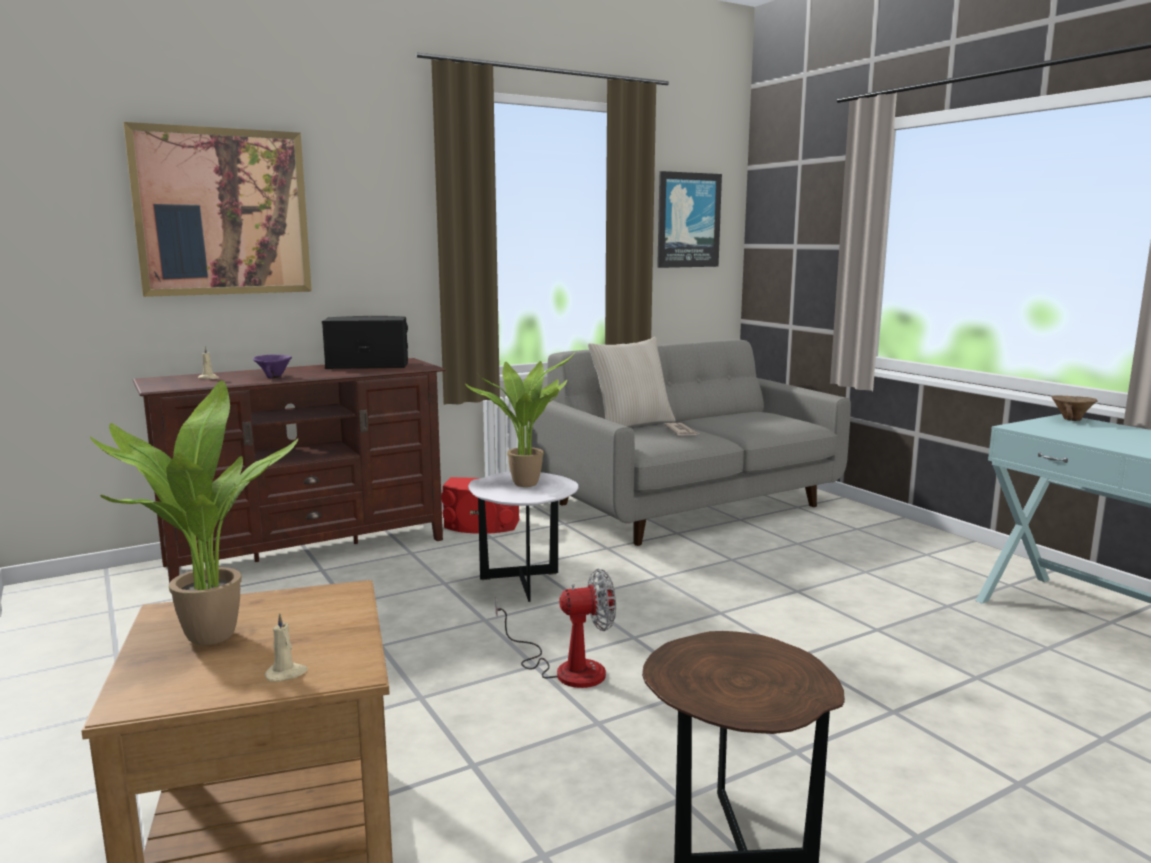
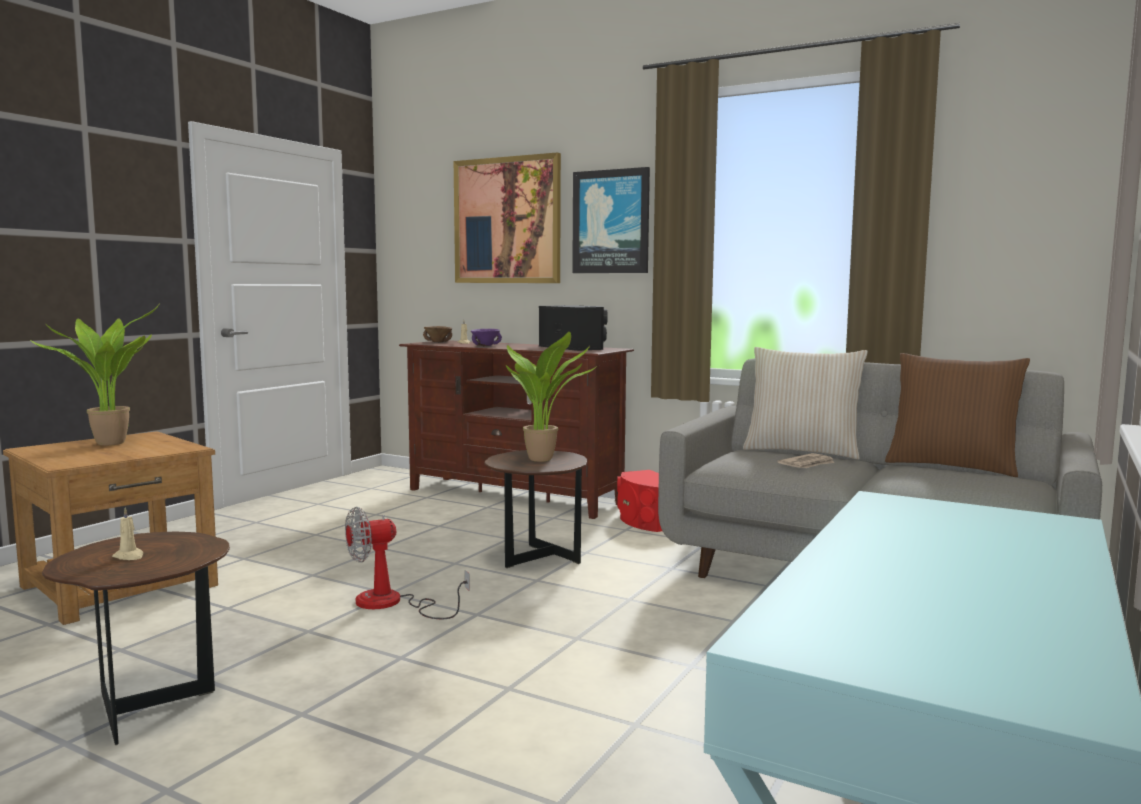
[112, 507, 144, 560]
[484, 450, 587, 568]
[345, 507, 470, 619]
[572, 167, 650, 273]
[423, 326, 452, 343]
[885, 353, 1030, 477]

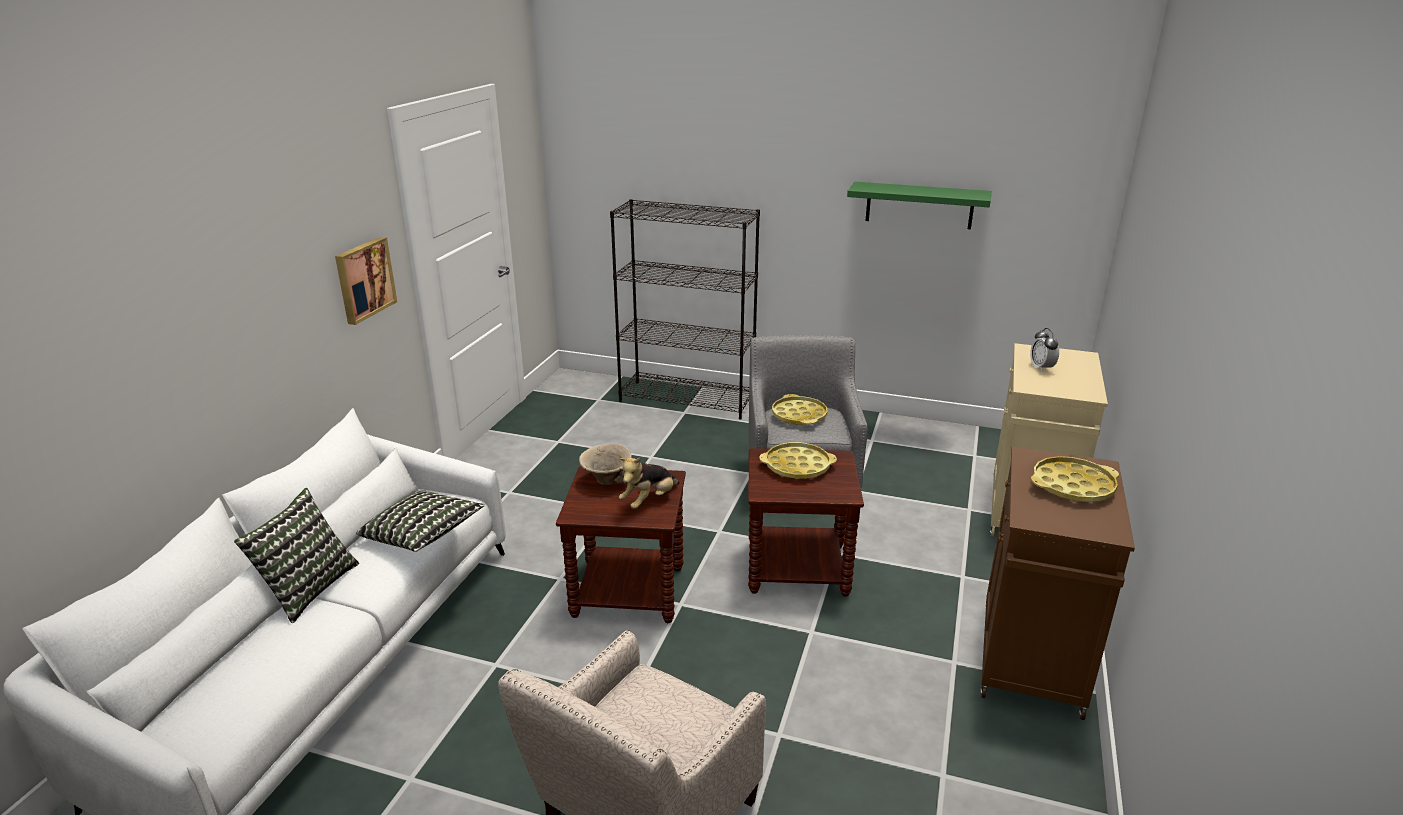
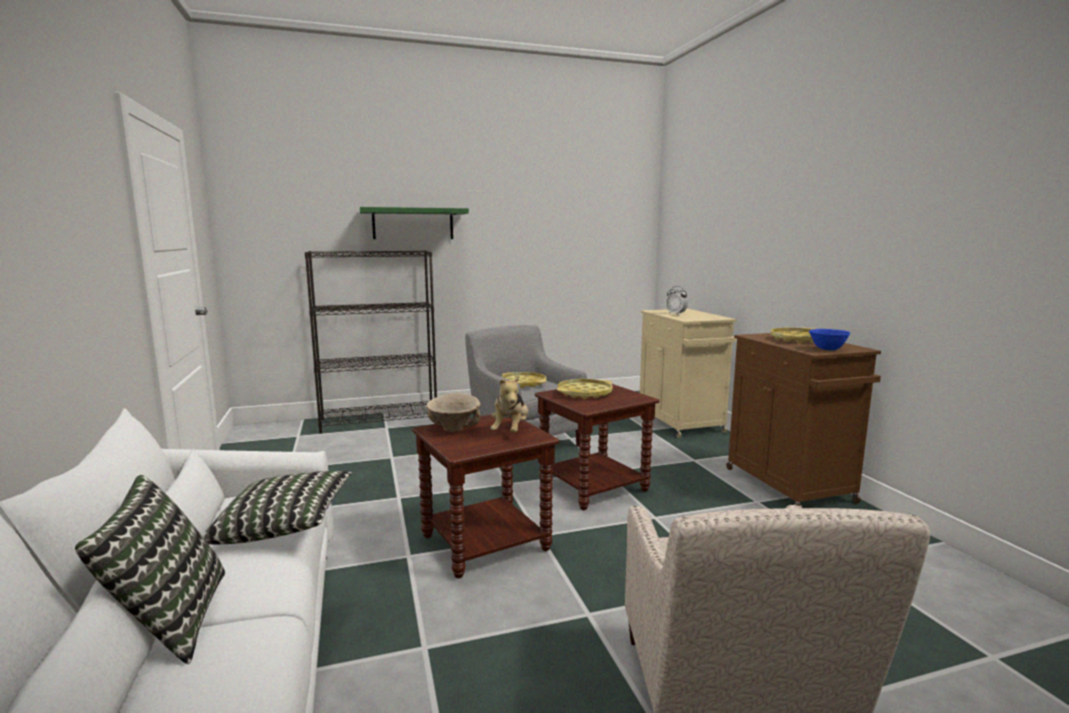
[335, 237, 397, 325] (first image)
[360, 207, 469, 239]
[809, 329, 850, 351]

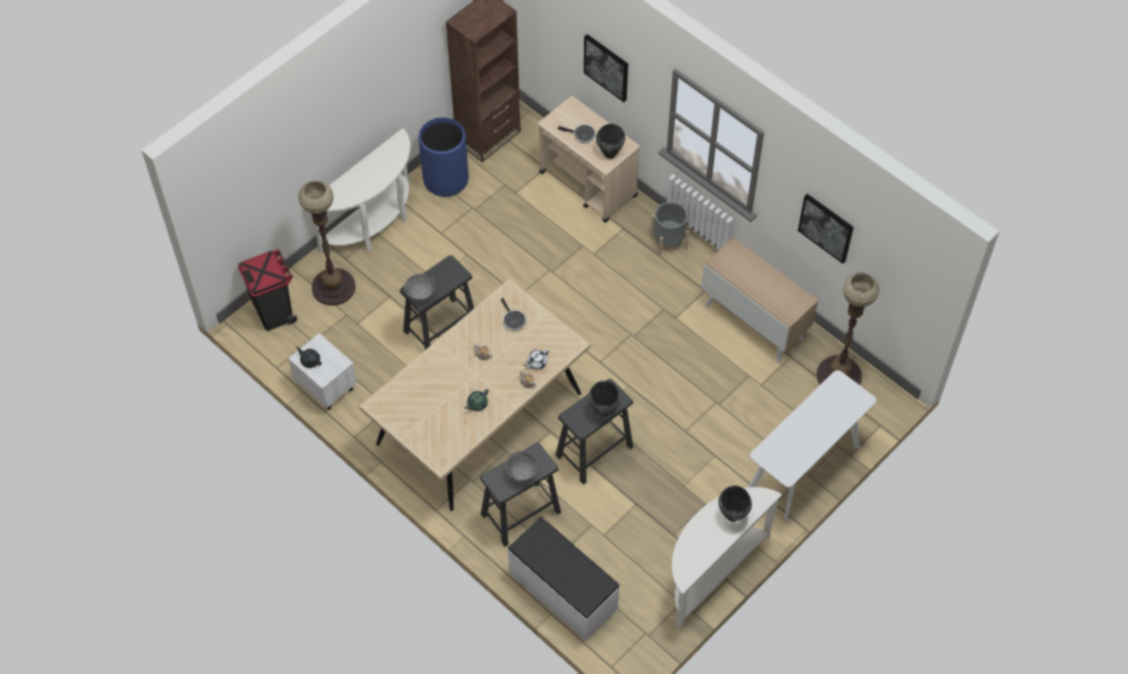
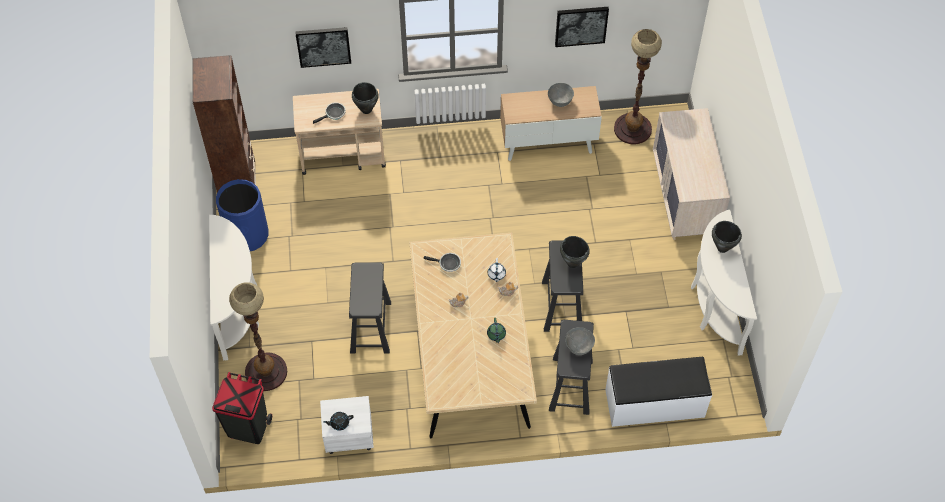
[548, 83, 574, 107]
[651, 202, 689, 256] (first image)
[653, 108, 730, 240]

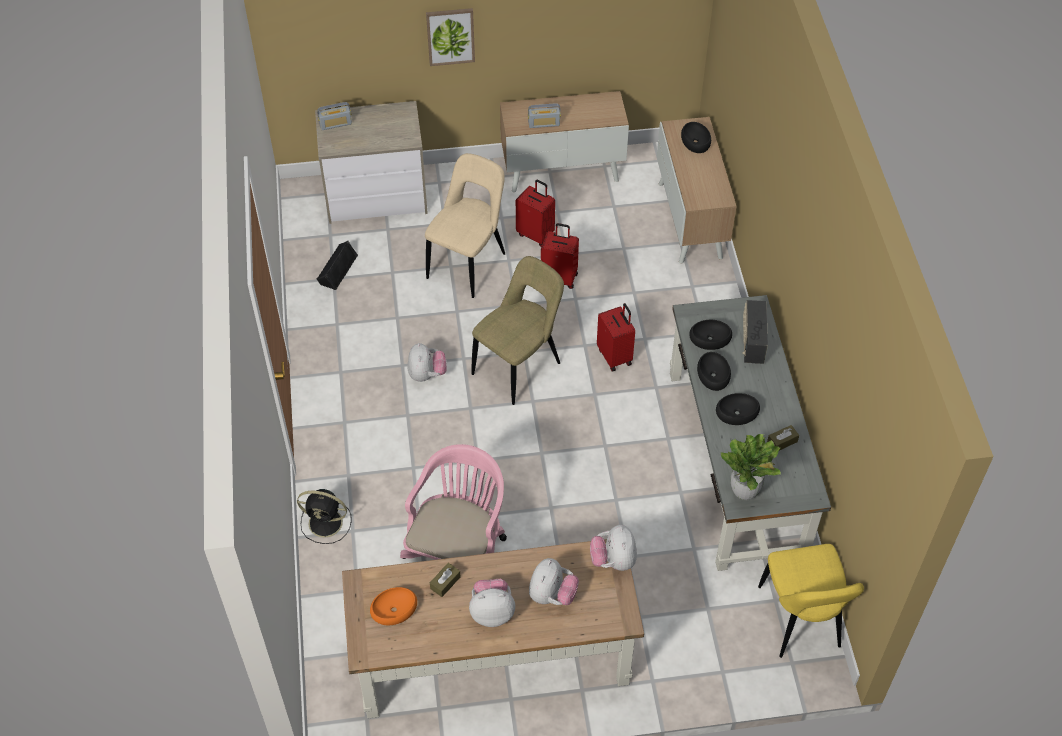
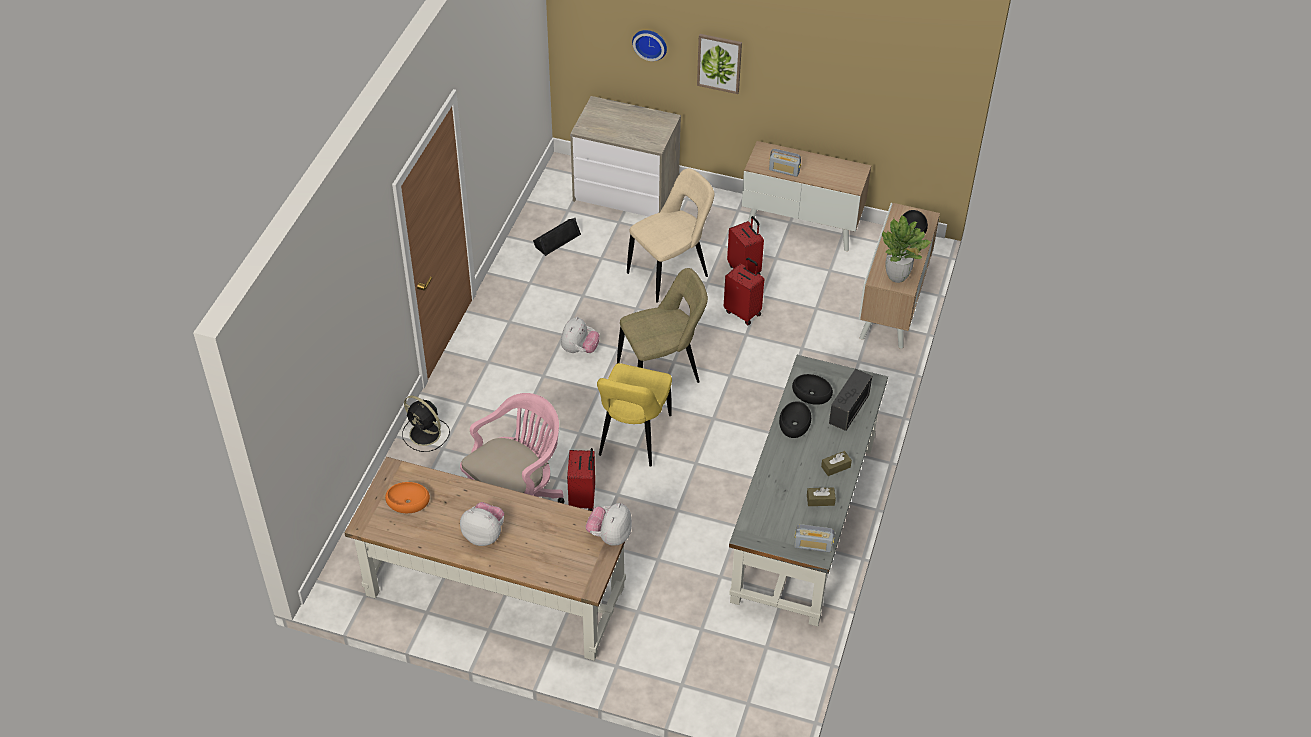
[794, 524, 834, 552]
[821, 451, 852, 476]
[529, 558, 579, 605] (first image)
[567, 448, 595, 511]
[716, 393, 760, 425] (first image)
[882, 215, 931, 283]
[597, 363, 672, 467]
[632, 30, 667, 61]

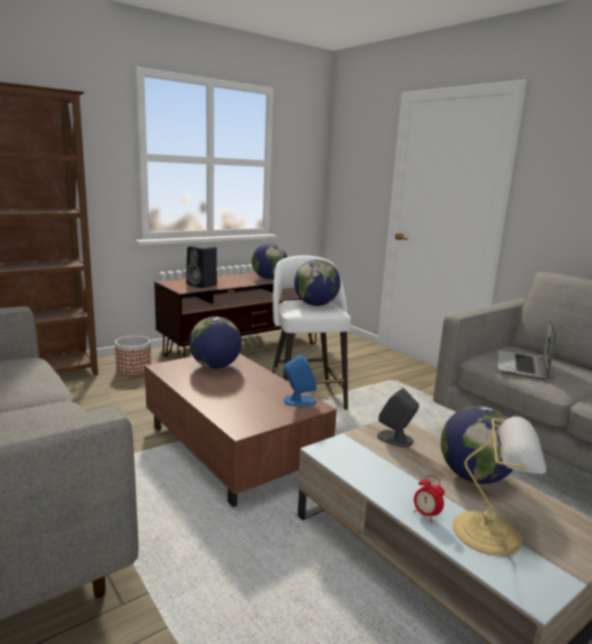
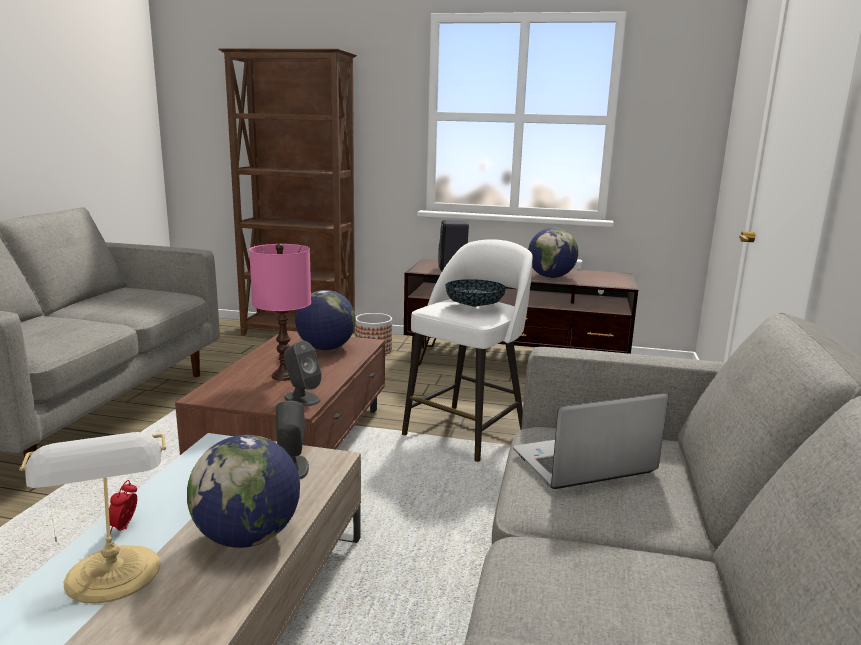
[284, 340, 322, 407]
[446, 279, 506, 307]
[249, 243, 311, 381]

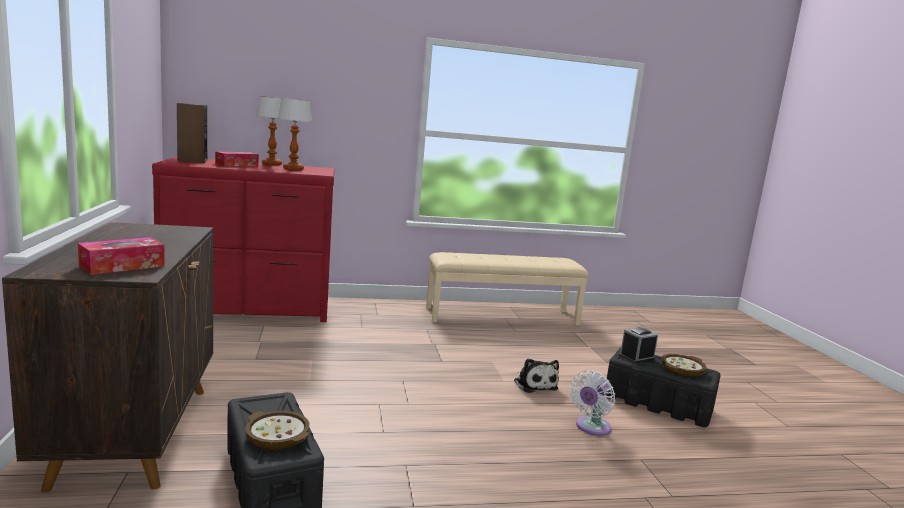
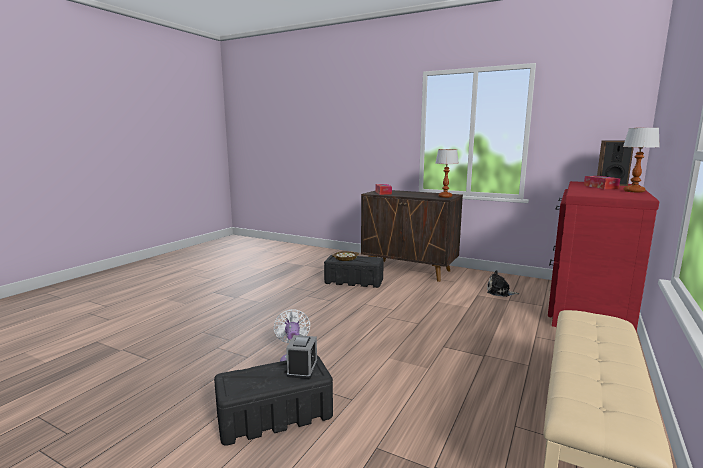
[436, 149, 459, 198]
[487, 270, 519, 297]
[662, 354, 707, 377] (first image)

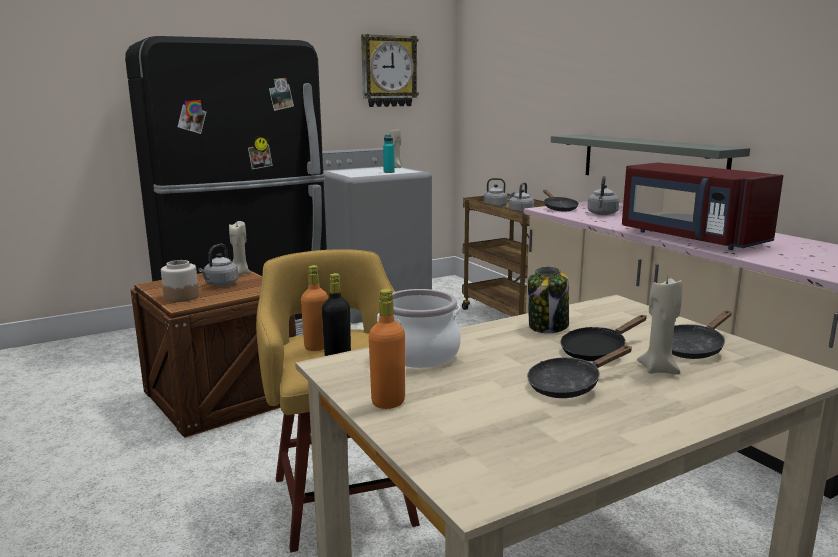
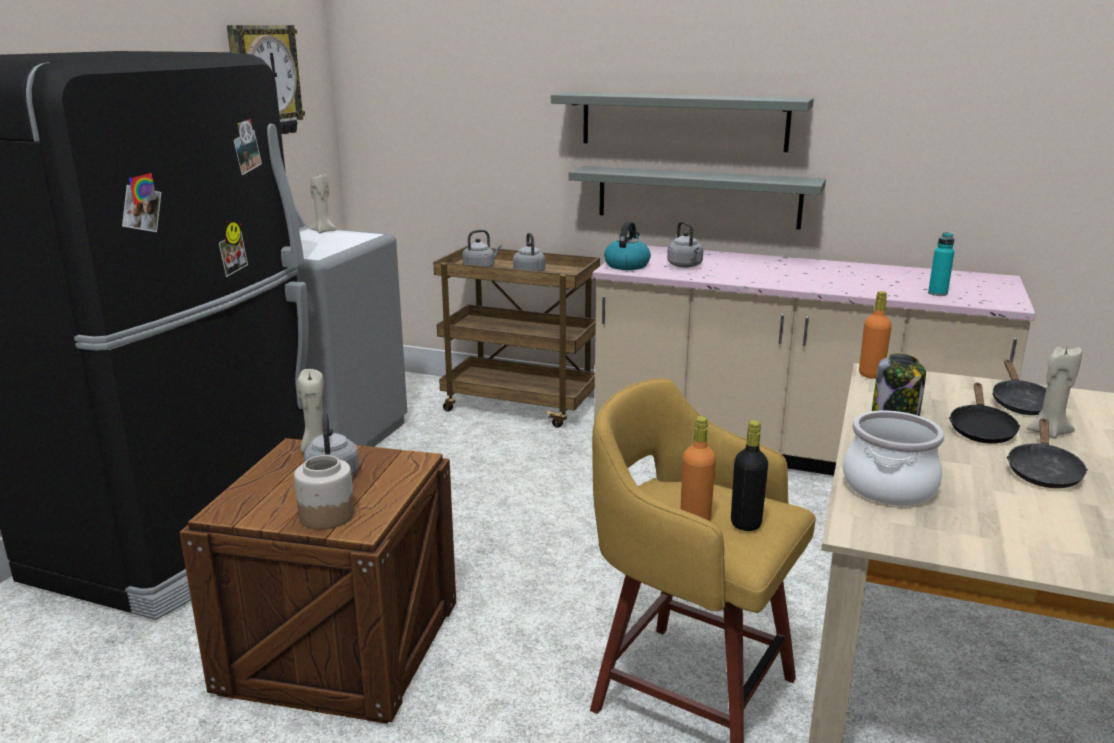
[859, 291, 892, 379]
[928, 232, 954, 296]
[604, 221, 651, 270]
[622, 162, 783, 250] (first image)
[551, 92, 814, 152]

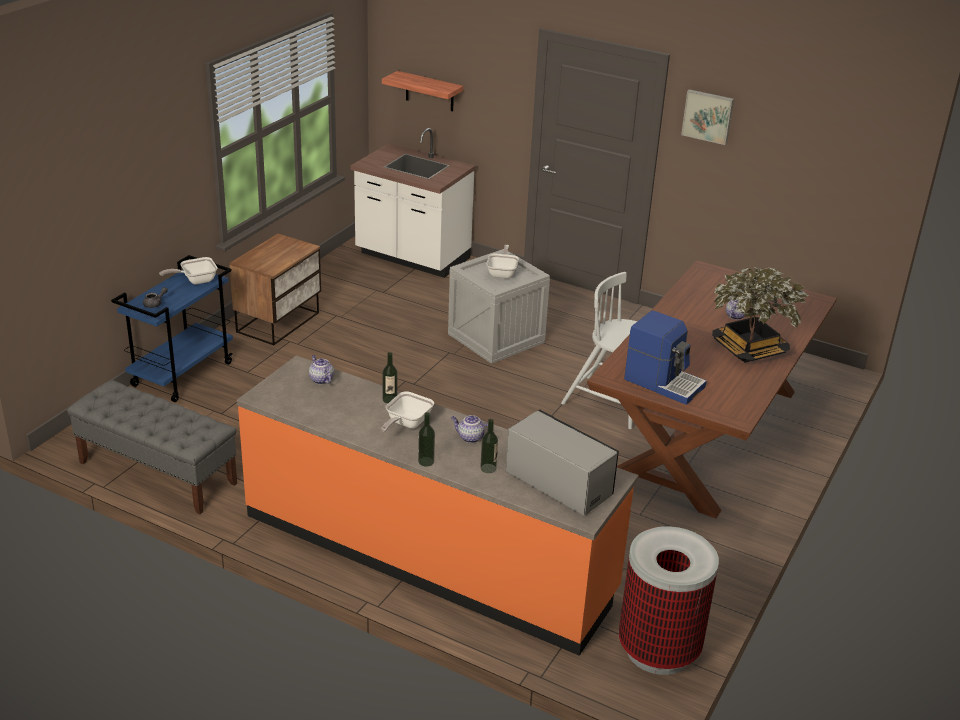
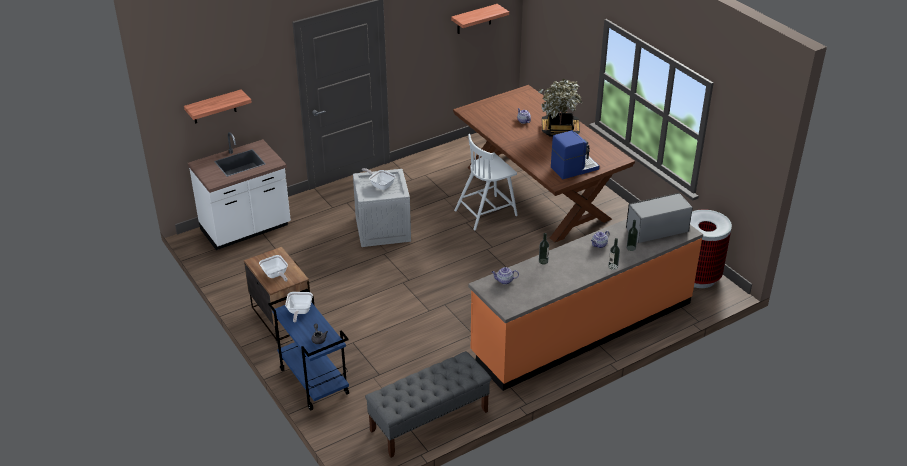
[259, 255, 288, 282]
[681, 89, 734, 145] (first image)
[451, 4, 509, 34]

